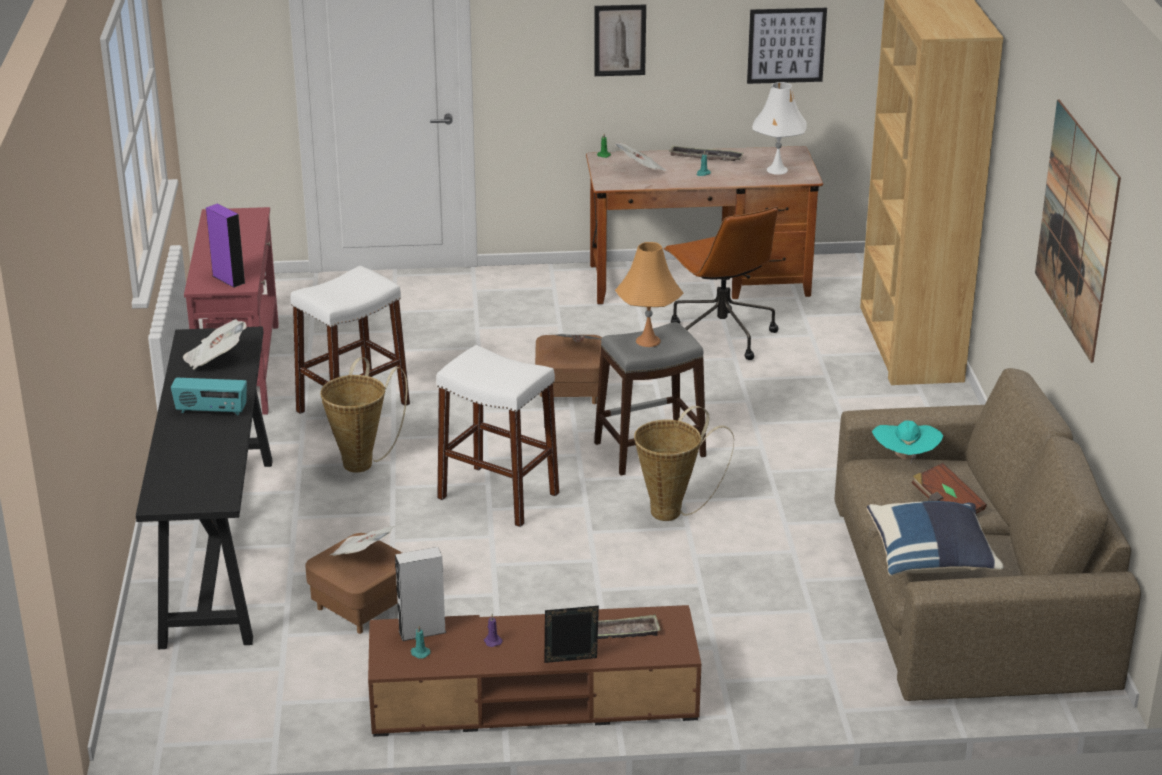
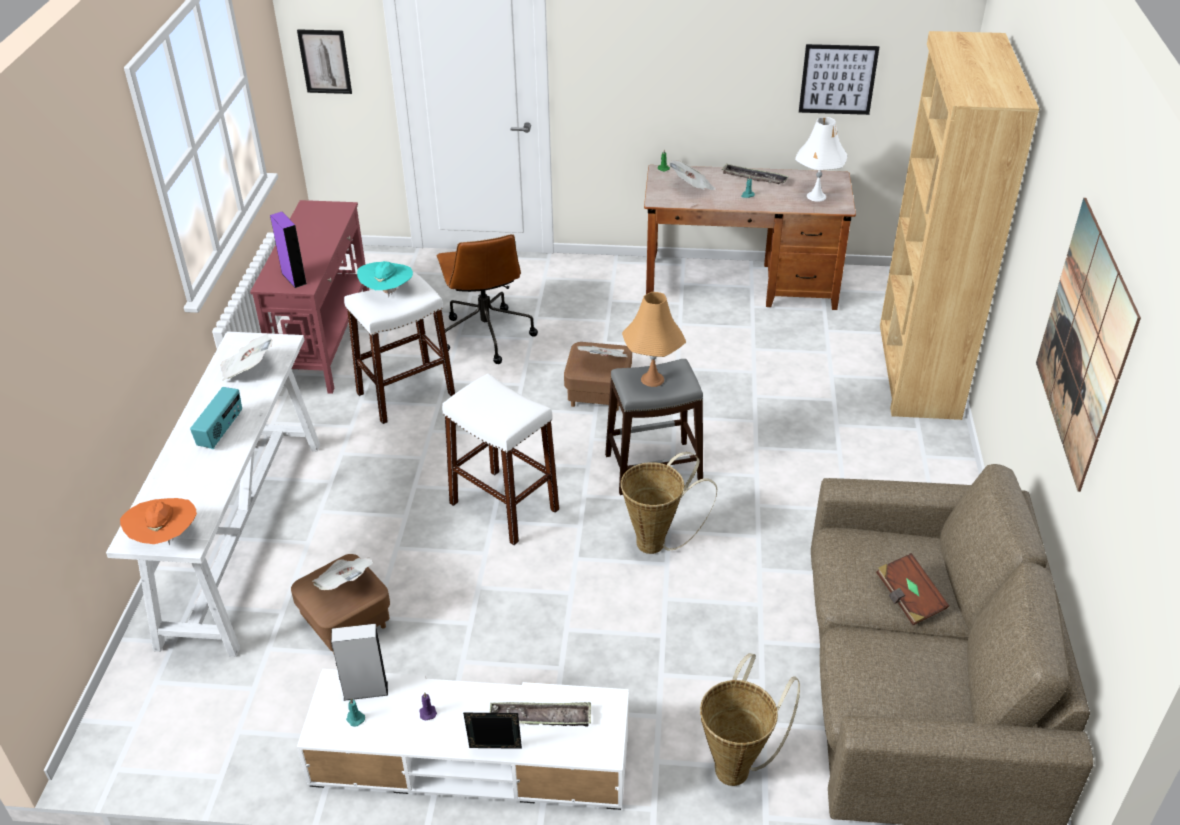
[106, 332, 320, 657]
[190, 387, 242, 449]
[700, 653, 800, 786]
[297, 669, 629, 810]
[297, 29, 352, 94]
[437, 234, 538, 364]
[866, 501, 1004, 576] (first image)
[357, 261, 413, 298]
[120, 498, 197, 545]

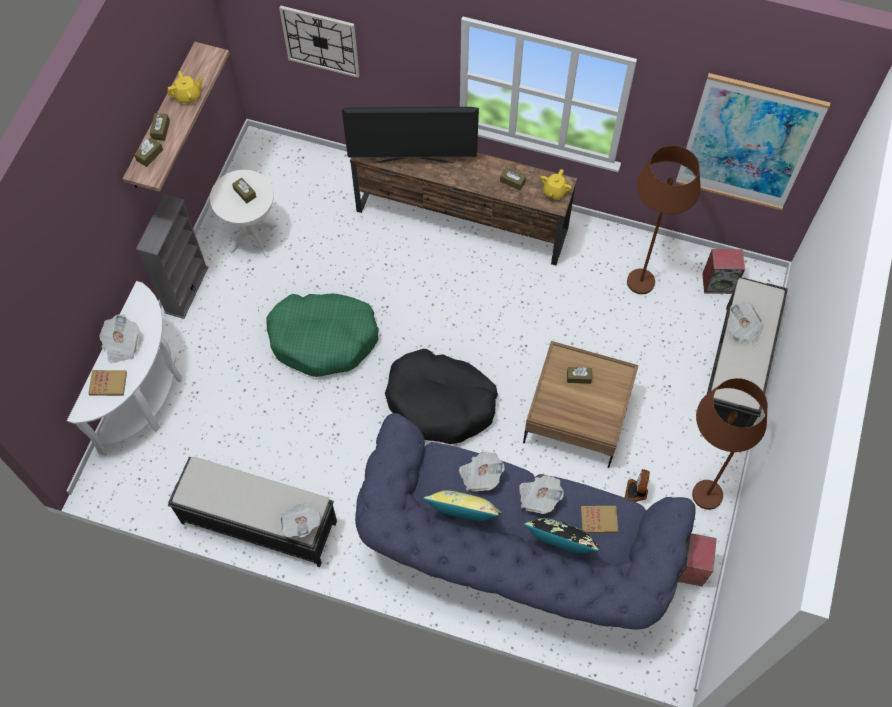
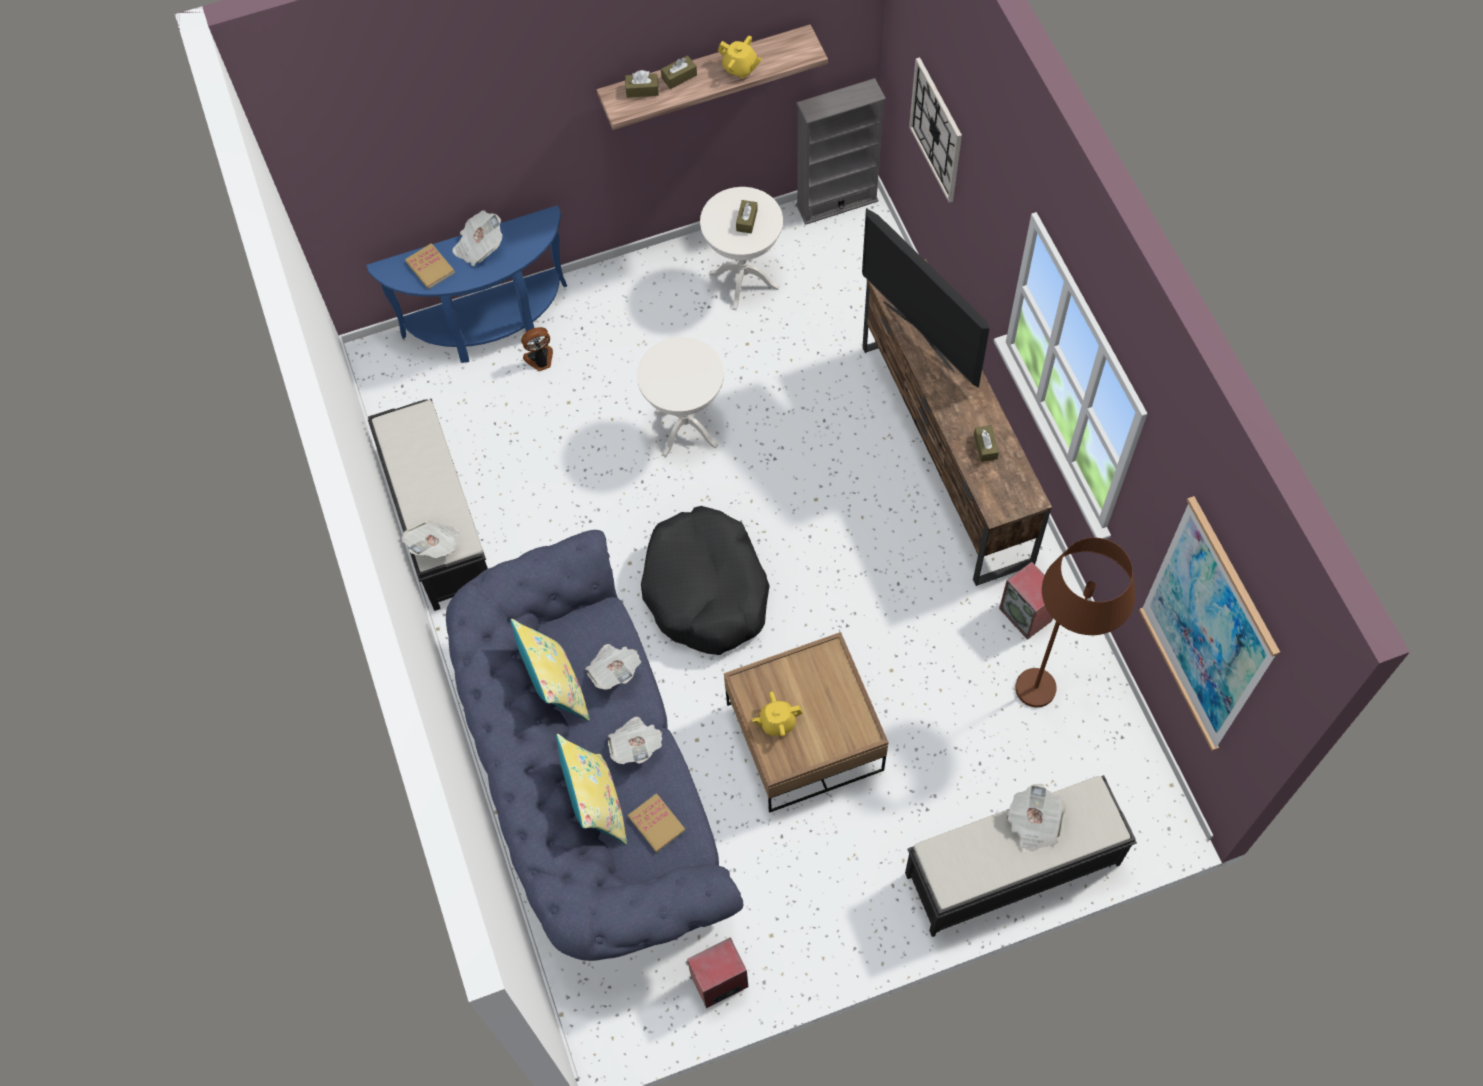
[366, 205, 567, 363]
[796, 78, 886, 225]
[637, 337, 724, 457]
[556, 734, 627, 845]
[752, 691, 803, 737]
[567, 367, 592, 384] (first image)
[521, 327, 553, 371]
[692, 378, 768, 510] (first image)
[999, 562, 1053, 640]

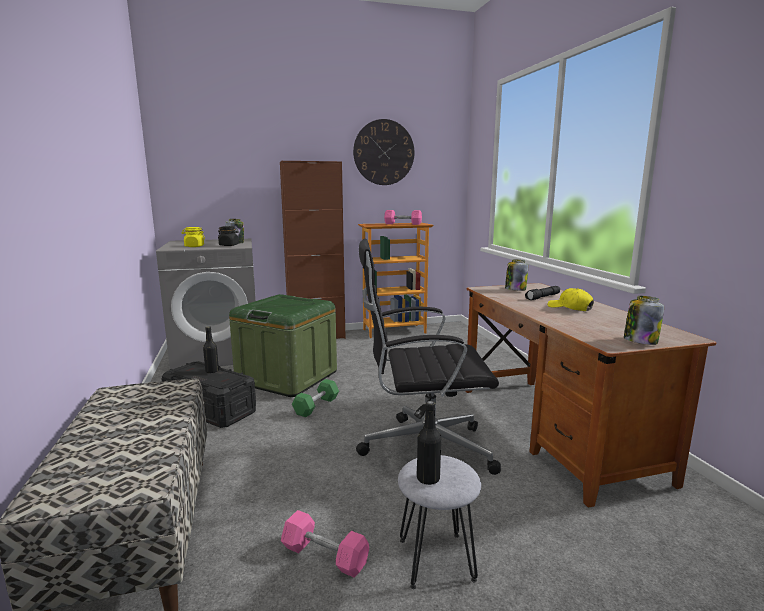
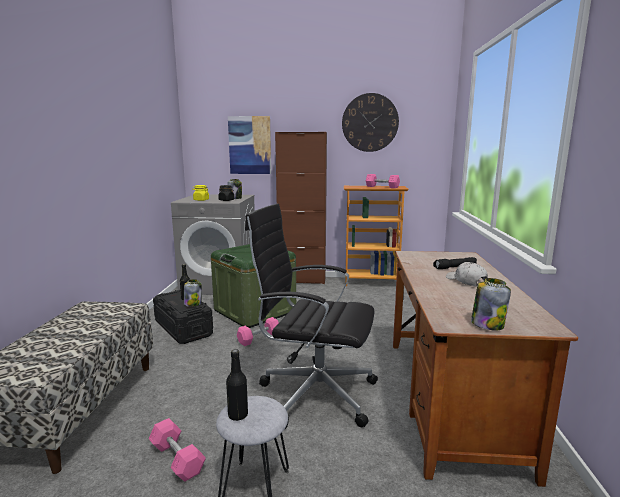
[237, 317, 279, 346]
[184, 279, 202, 307]
[446, 262, 488, 286]
[228, 116, 271, 174]

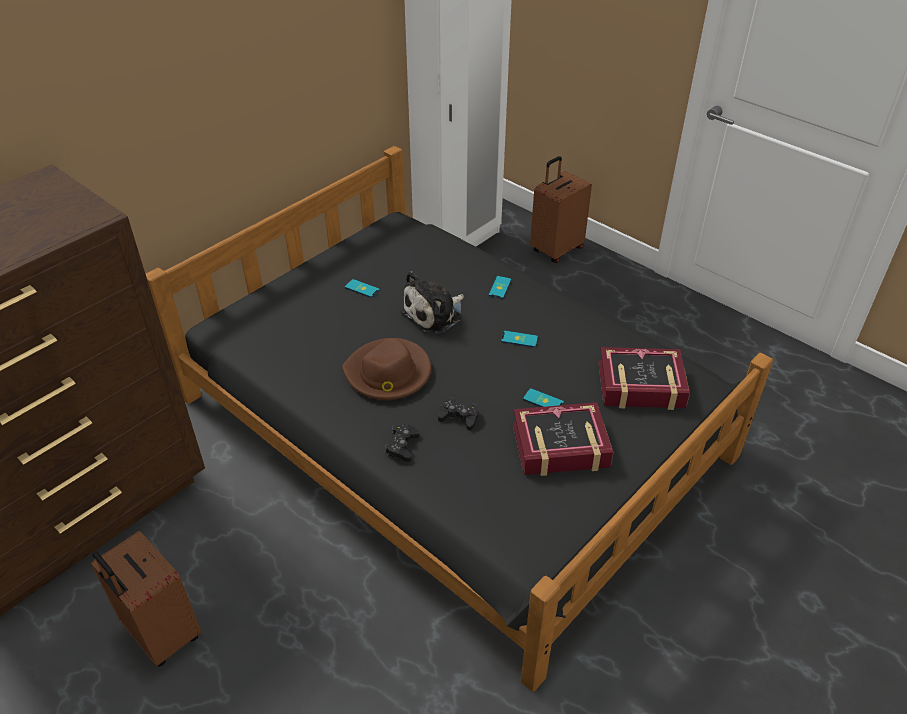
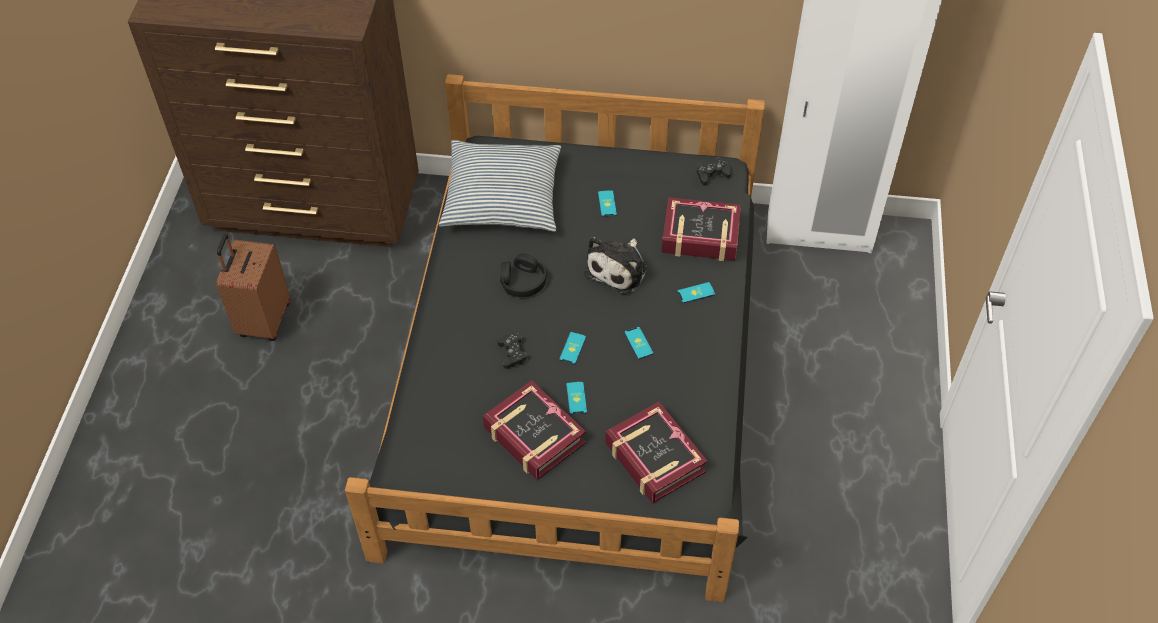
[500, 253, 547, 297]
[696, 157, 731, 186]
[584, 237, 648, 294]
[530, 156, 592, 263] (first image)
[439, 140, 561, 231]
[559, 332, 586, 365]
[662, 197, 741, 261]

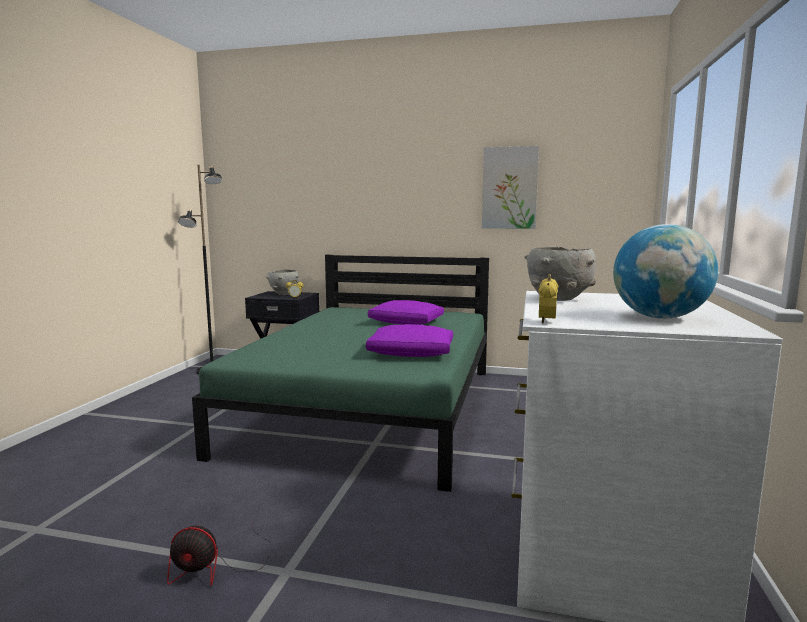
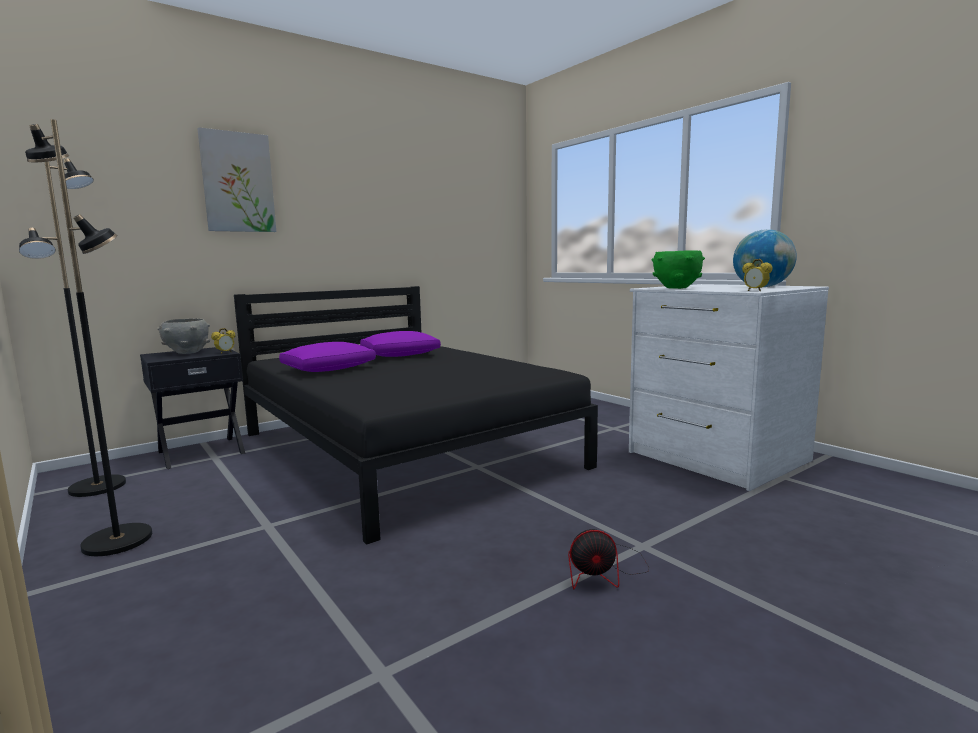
[568, 529, 649, 589]
[234, 286, 598, 545]
[279, 342, 376, 372]
[198, 127, 276, 232]
[651, 250, 705, 289]
[25, 119, 152, 556]

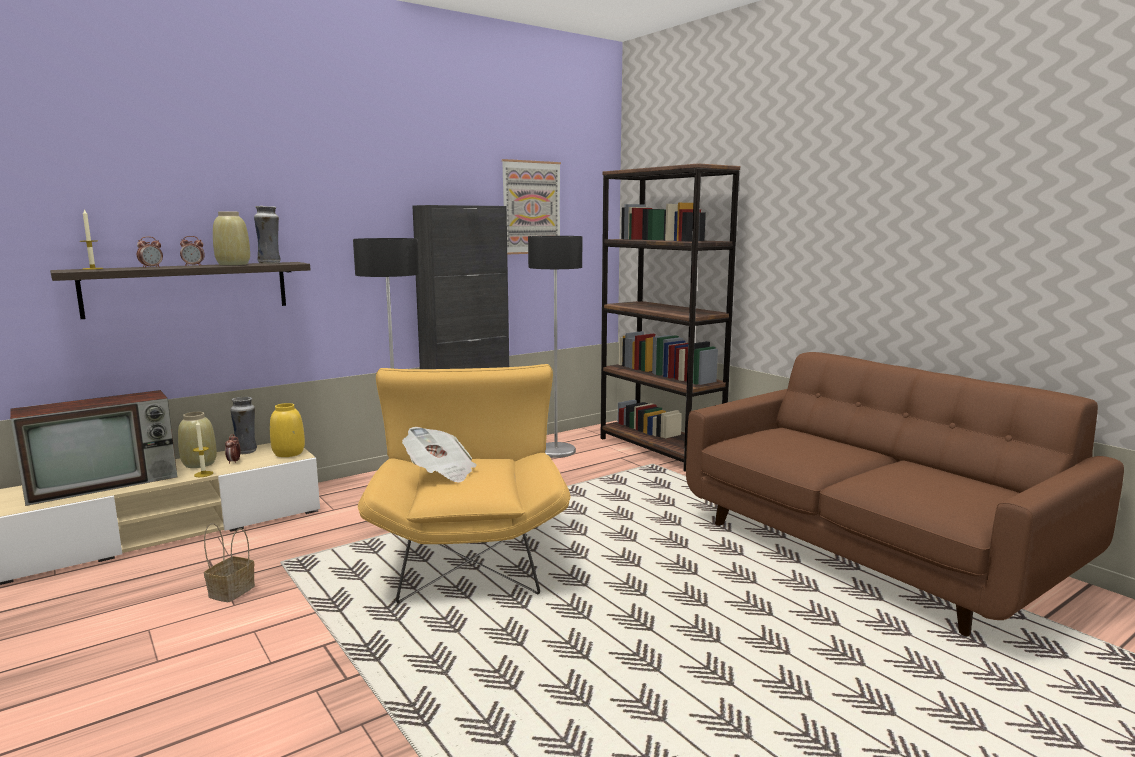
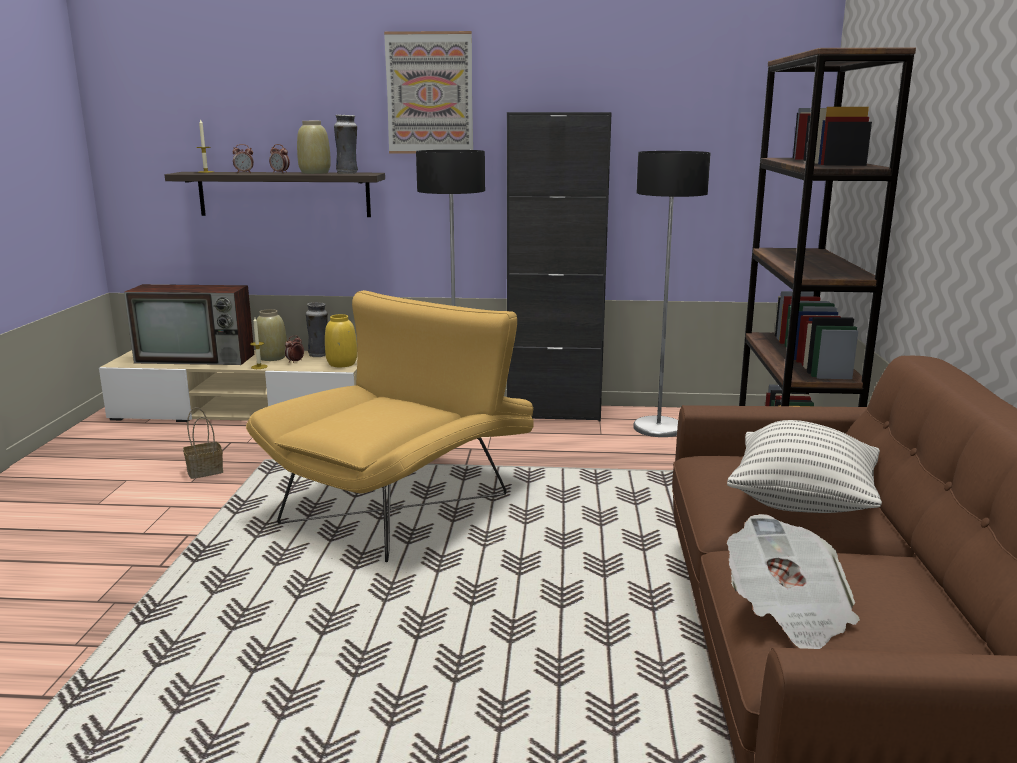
[727, 514, 860, 649]
[384, 31, 473, 154]
[727, 420, 882, 513]

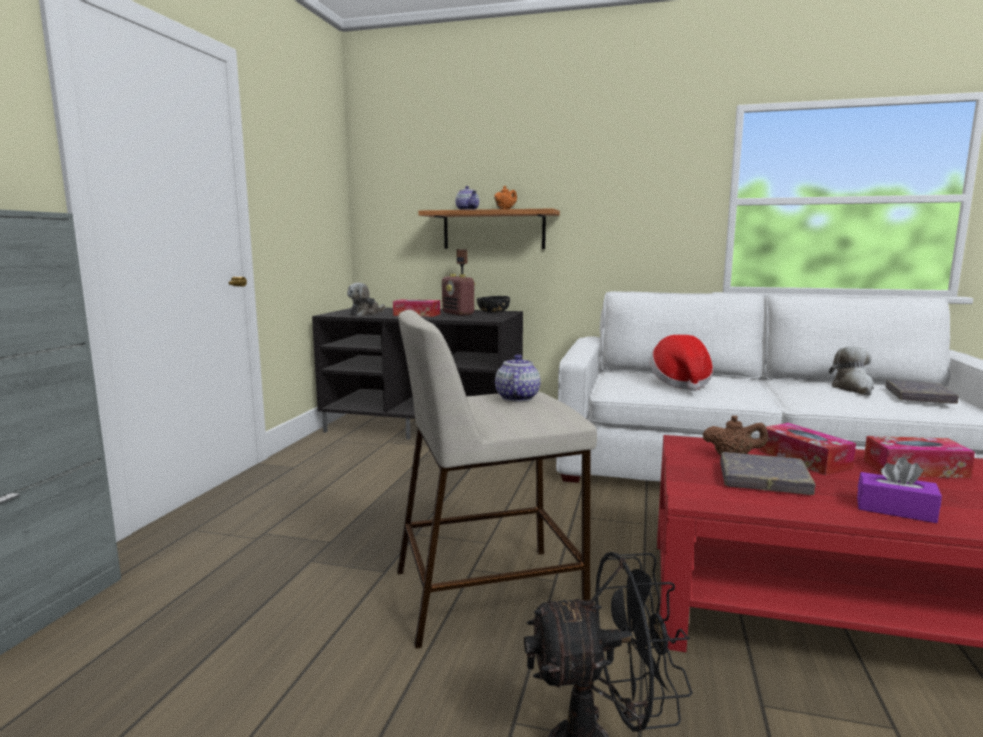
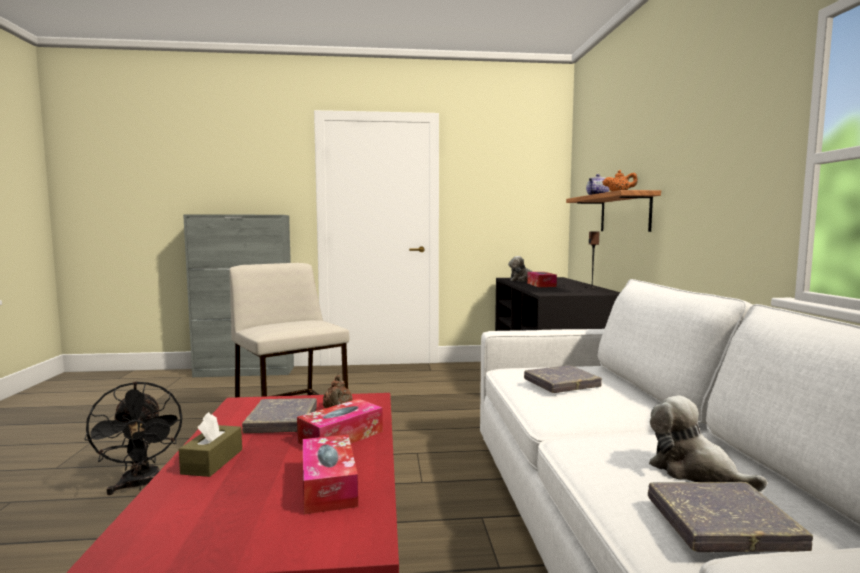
[442, 274, 476, 316] (first image)
[477, 296, 510, 313] (first image)
[495, 354, 540, 402] (first image)
[524, 365, 602, 393]
[649, 395, 767, 491]
[179, 412, 242, 477]

